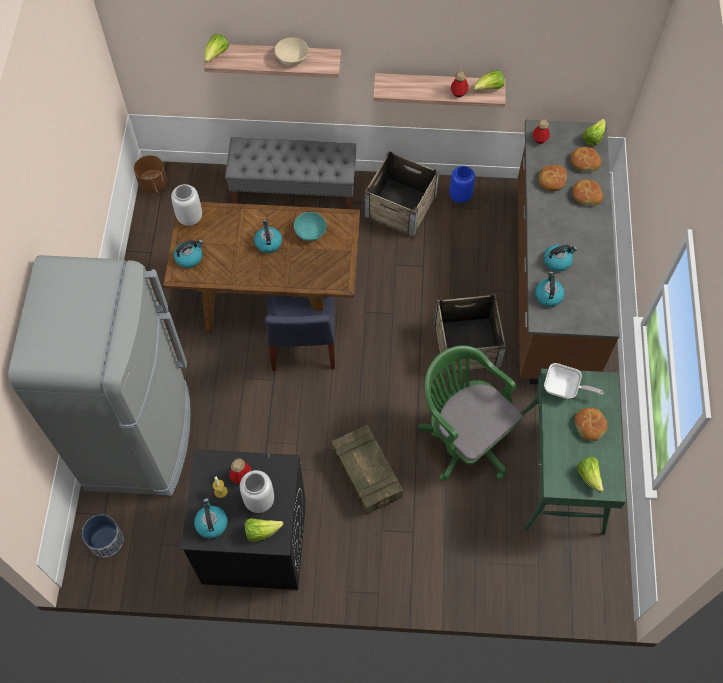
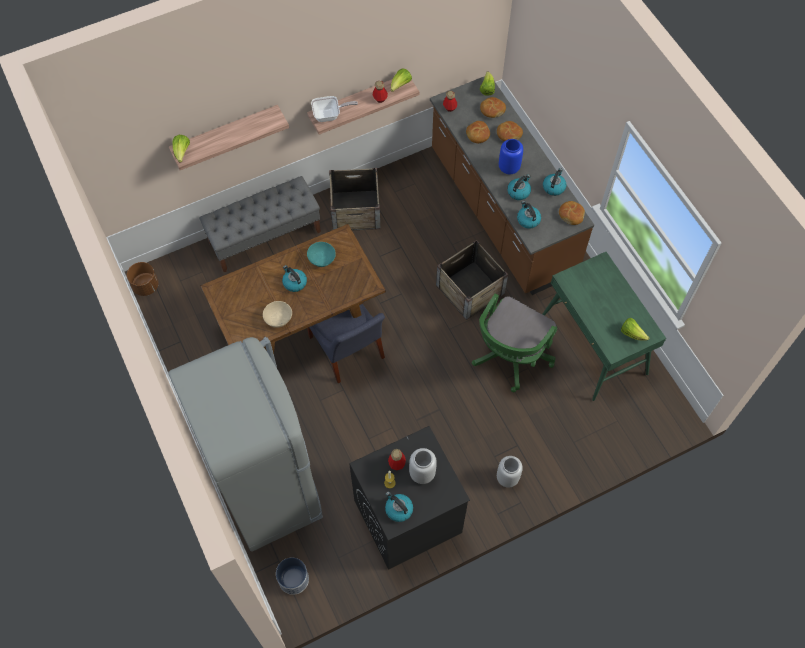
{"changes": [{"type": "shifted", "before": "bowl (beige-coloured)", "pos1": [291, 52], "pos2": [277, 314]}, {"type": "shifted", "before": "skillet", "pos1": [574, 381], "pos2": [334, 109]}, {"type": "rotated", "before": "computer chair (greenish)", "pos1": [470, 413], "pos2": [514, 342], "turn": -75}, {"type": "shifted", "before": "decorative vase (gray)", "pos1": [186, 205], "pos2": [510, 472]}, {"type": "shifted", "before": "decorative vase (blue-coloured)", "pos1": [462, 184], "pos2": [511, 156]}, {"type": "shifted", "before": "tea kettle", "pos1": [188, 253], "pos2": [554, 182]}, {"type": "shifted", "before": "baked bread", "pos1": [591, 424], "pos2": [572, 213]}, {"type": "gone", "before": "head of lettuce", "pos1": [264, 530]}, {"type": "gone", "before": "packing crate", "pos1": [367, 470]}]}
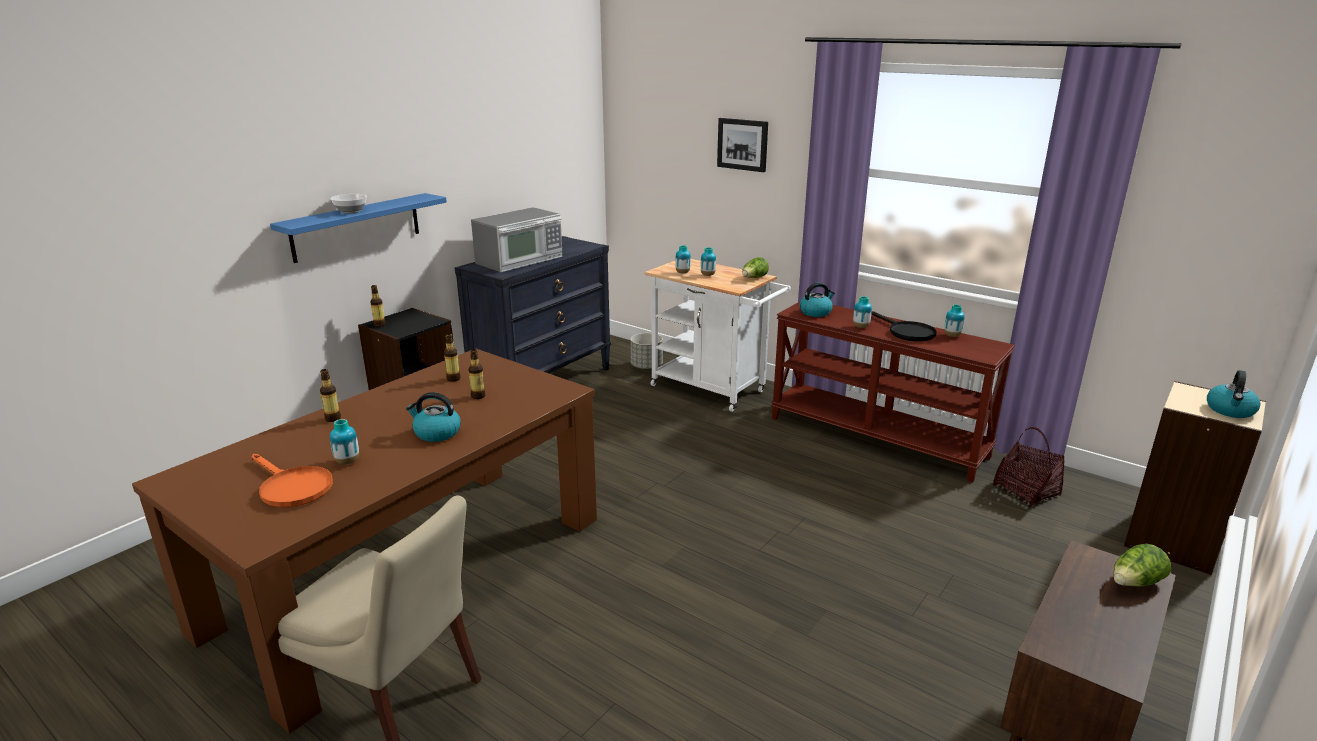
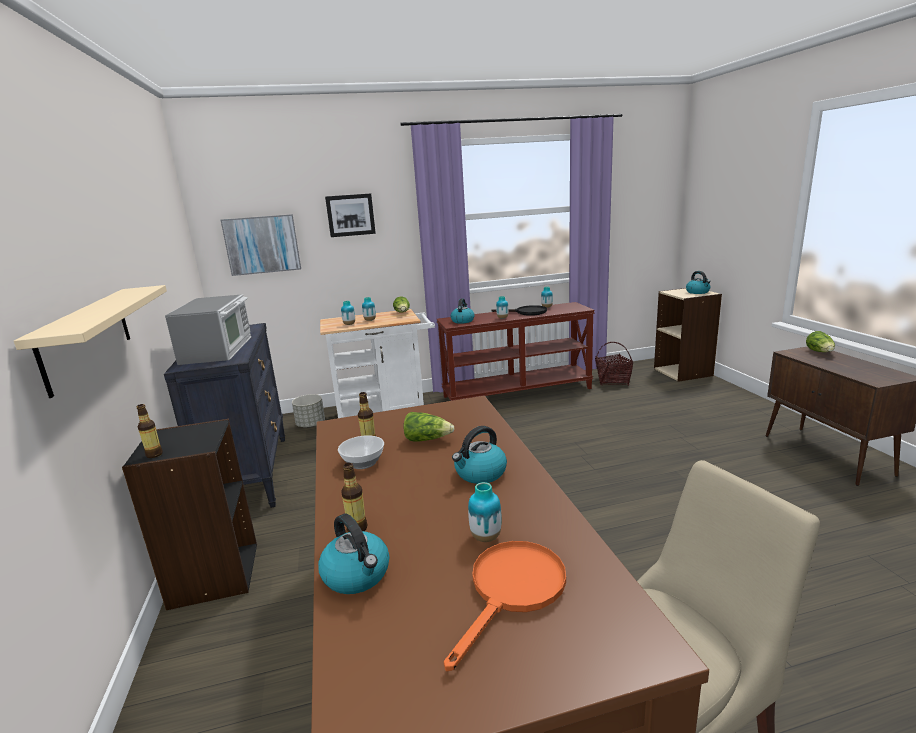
{"changes": [{"type": "repainted", "before": "bracket shelf (blue-coloured)", "after": "bracket shelf (beige-coloured)", "pos1": [358, 228], "pos2": [90, 341]}, {"type": "new", "after": "wall picture", "pos2": [261, 245]}, {"type": "new", "after": "tea kettle", "pos2": [353, 554]}, {"type": "shifted", "before": "bowl", "pos1": [349, 204], "pos2": [361, 452]}, {"type": "swapped", "before": "drink bottle", "after": "head of lettuce", "pos1": [476, 374], "pos2": [429, 427]}, {"type": "rotated", "before": "skillet (orange)", "pos1": [292, 481], "pos2": [505, 606], "turn": -45}]}
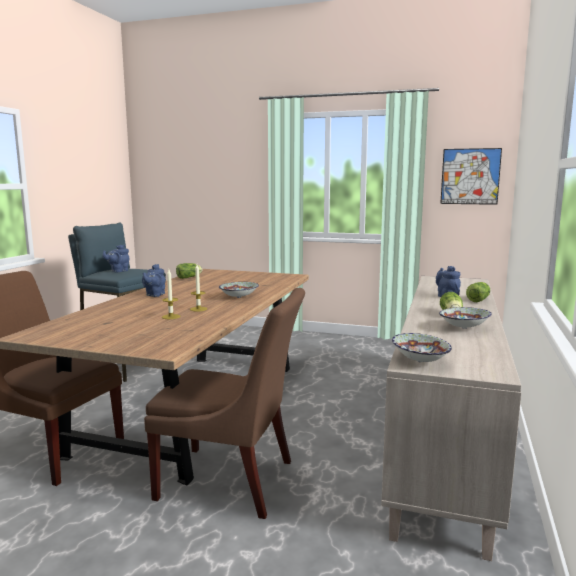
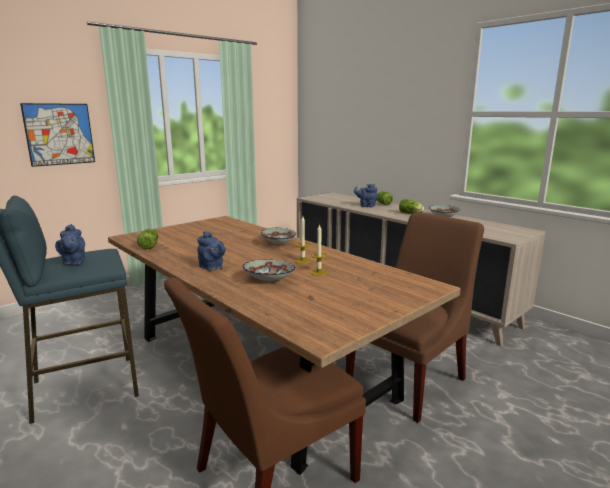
{"changes": [{"type": "shifted", "before": "wall picture", "pos1": [471, 176], "pos2": [57, 135]}, {"type": "shifted", "before": "bowl", "pos1": [422, 347], "pos2": [268, 270]}]}
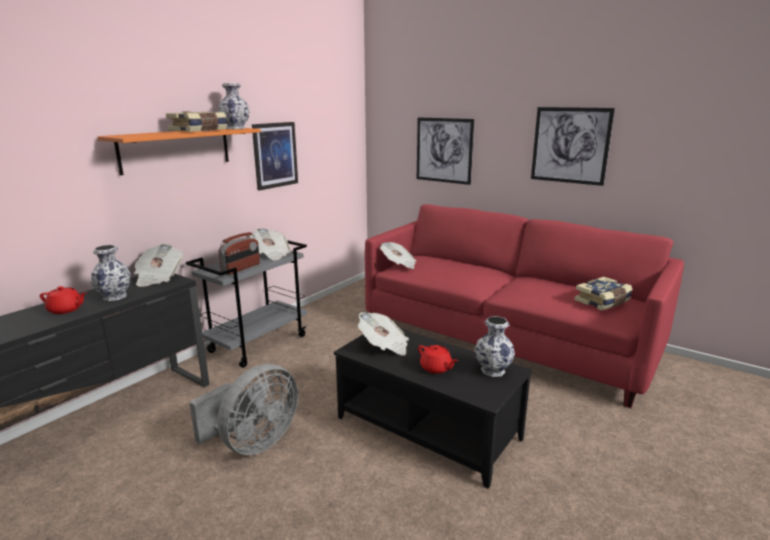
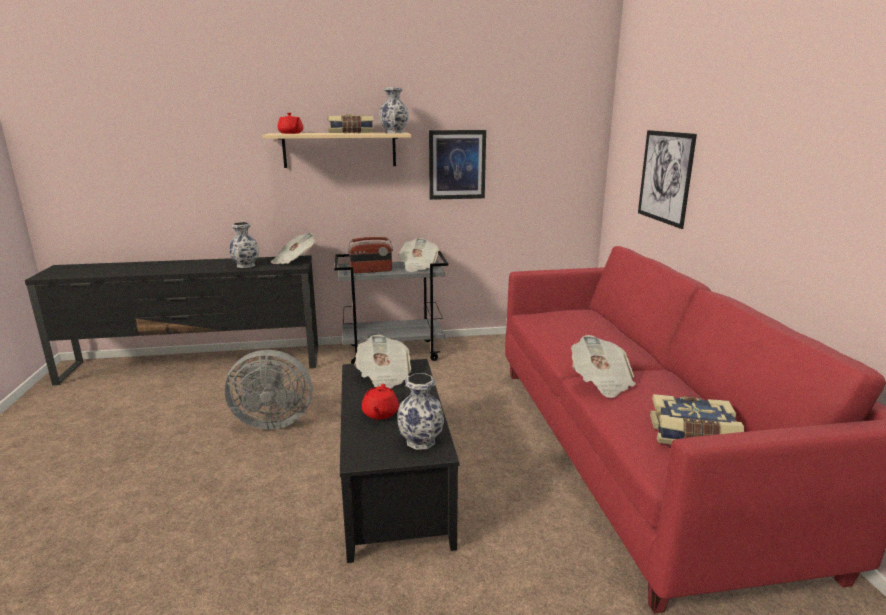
{"changes": [{"type": "repainted", "before": "bracket shelf (orange)", "after": "bracket shelf (beige-coloured)", "pos1": [179, 151], "pos2": [337, 150]}, {"type": "shifted", "before": "tea pot (red-coloured)", "pos1": [63, 300], "pos2": [290, 123]}, {"type": "shifted", "before": "printed paper", "pos1": [398, 255], "pos2": [603, 366]}, {"type": "gone", "before": "wall picture", "pos1": [573, 146]}]}
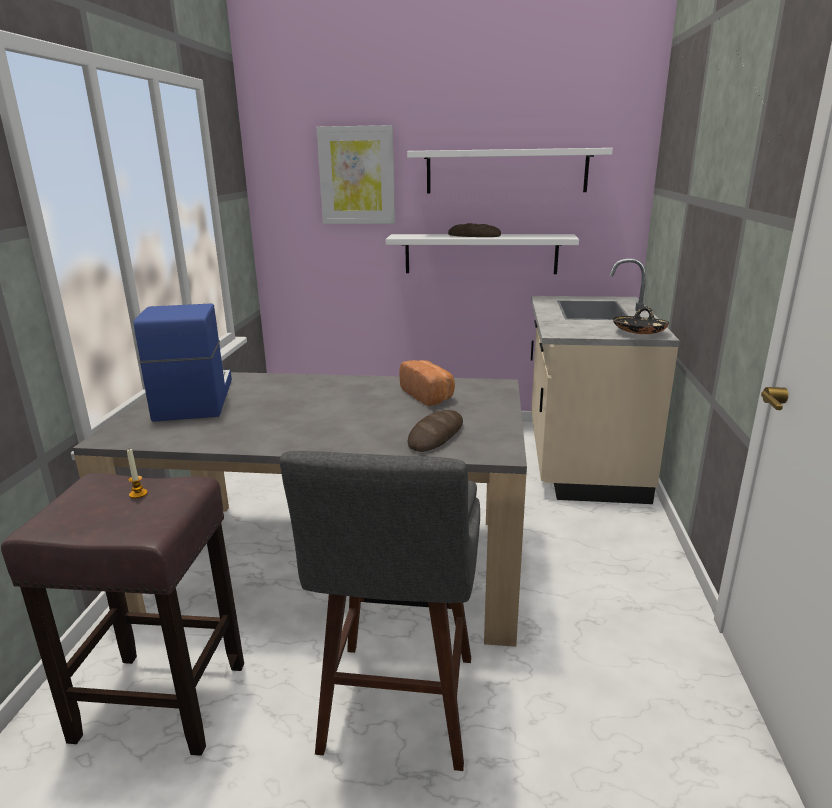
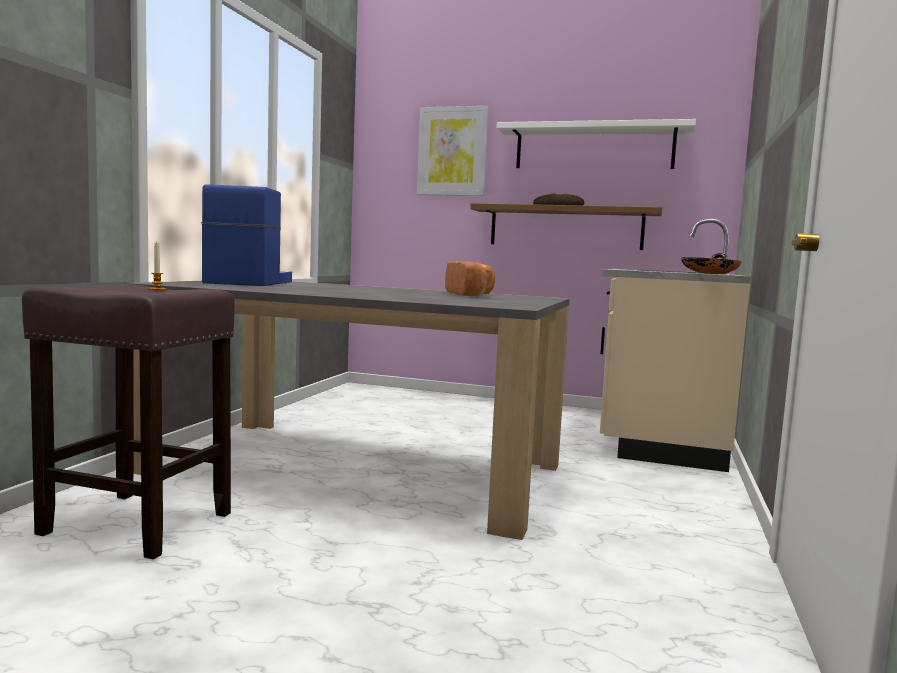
{"changes": [{"type": "repainted", "before": "bracket shelf (white)", "after": "bracket shelf (brown-coloured)", "pos1": [482, 254], "pos2": [566, 226]}, {"type": "gone", "before": "stool seat (gray)", "pos1": [380, 611]}, {"type": "gone", "before": "baked bread", "pos1": [435, 431]}]}
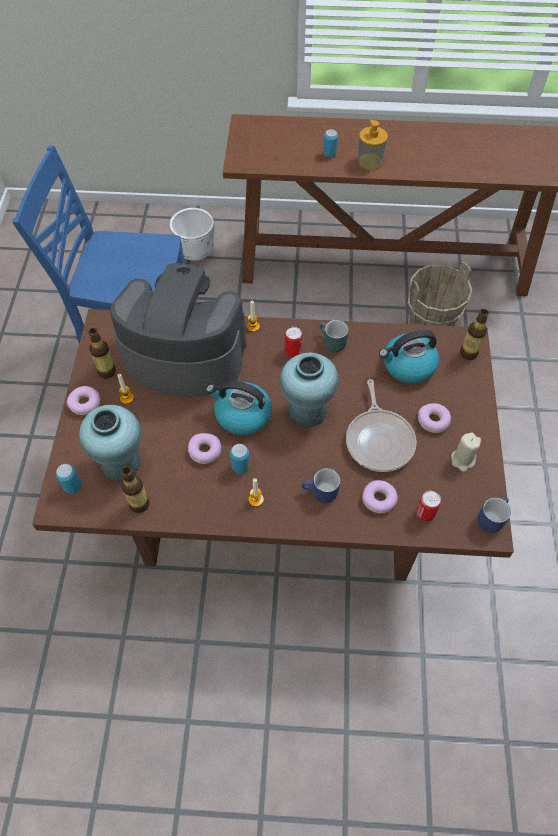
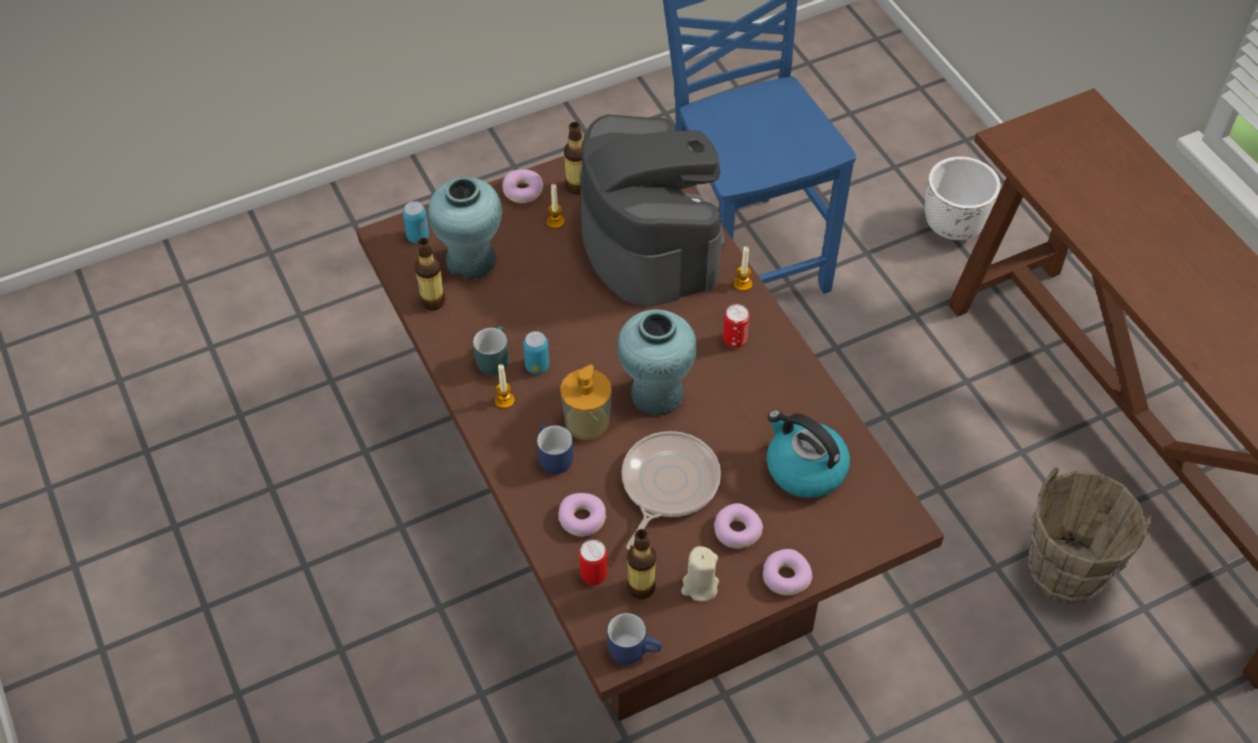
{"changes": [{"type": "shifted", "before": "coffee mug (blue-green)", "pos1": [334, 336], "pos2": [491, 350]}, {"type": "shifted", "before": "soap dispenser", "pos1": [373, 145], "pos2": [586, 402]}, {"type": "rotated", "before": "skillet", "pos1": [381, 425], "pos2": [671, 490], "turn": 150}, {"type": "shifted", "before": "drink bottle", "pos1": [474, 334], "pos2": [641, 564]}, {"type": "shifted", "before": "ring doughnut", "pos1": [204, 448], "pos2": [787, 572]}, {"type": "gone", "before": "tea kettle", "pos1": [239, 408]}, {"type": "gone", "before": "metal can", "pos1": [330, 143]}]}
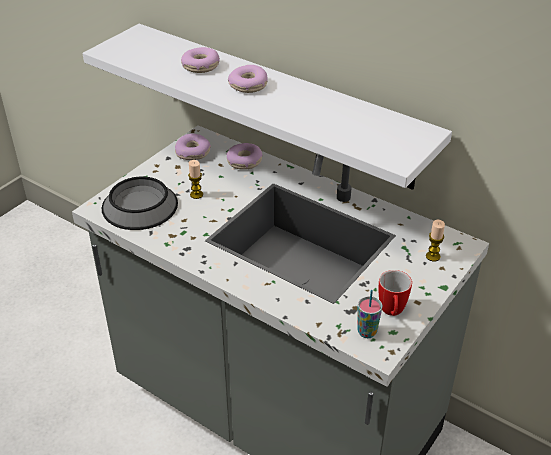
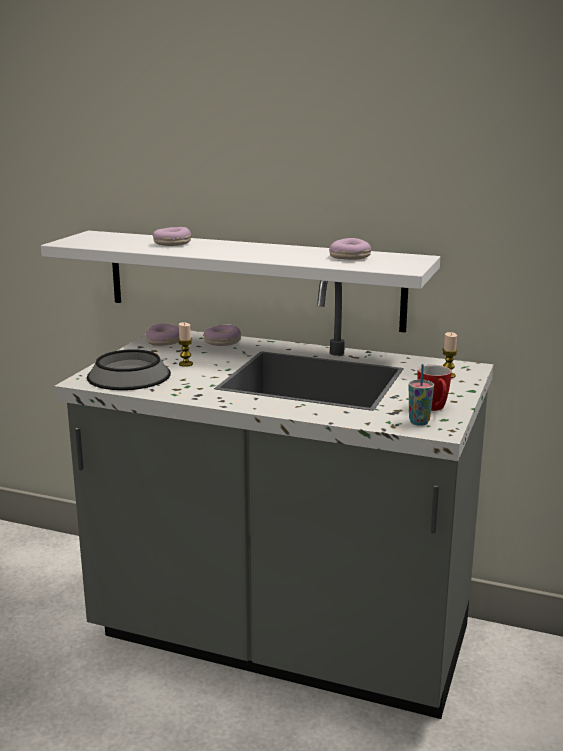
{"changes": [{"type": "shifted", "before": "ring doughnut", "pos1": [248, 79], "pos2": [350, 249]}]}
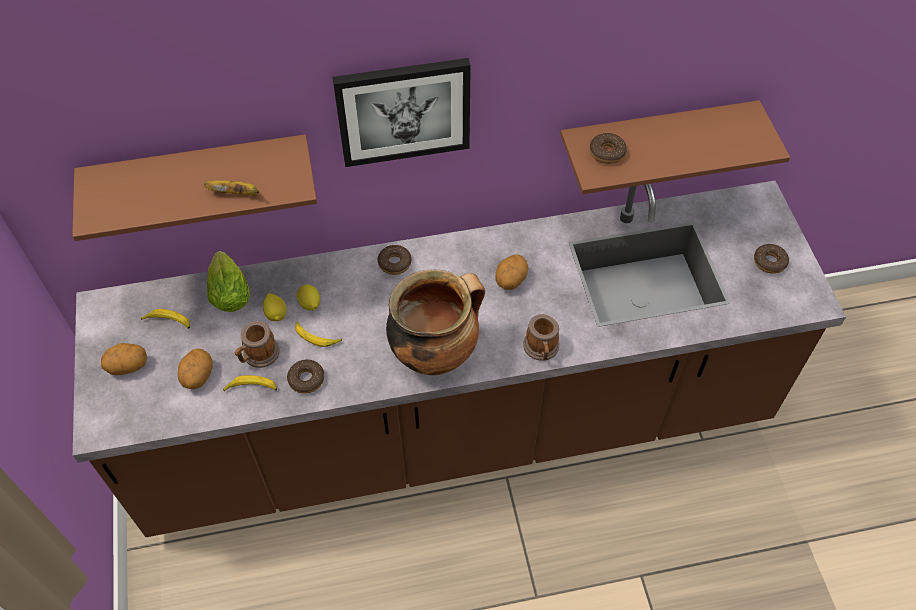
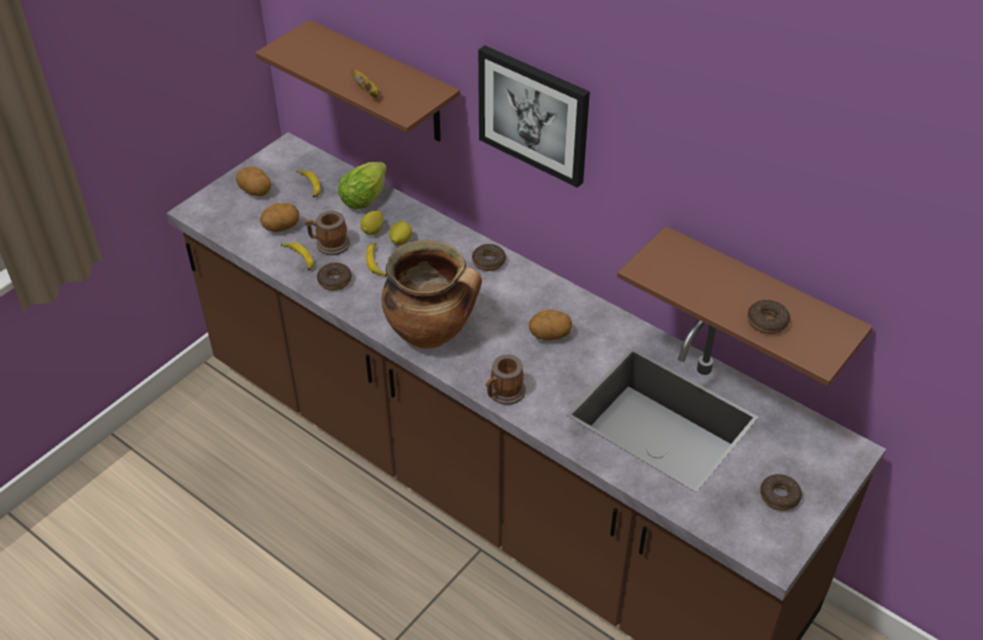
{"changes": [{"type": "shifted", "before": "ring doughnut", "pos1": [608, 148], "pos2": [768, 317]}]}
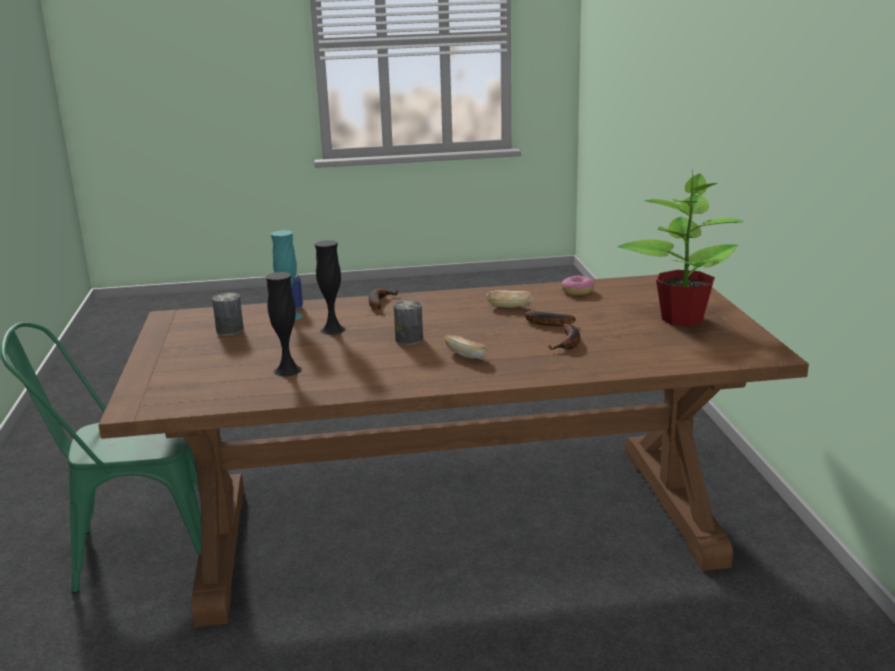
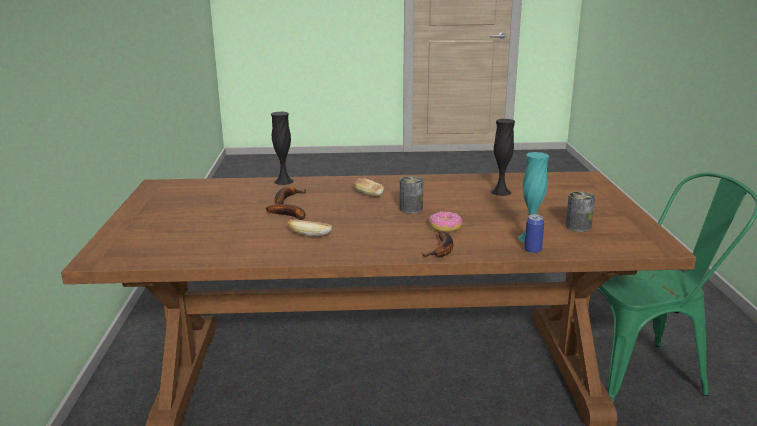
{"changes": [{"type": "shifted", "before": "decorative vase (blackish)", "pos1": [330, 287], "pos2": [282, 148]}, {"type": "shifted", "before": "ring doughnut", "pos1": [578, 285], "pos2": [445, 222]}, {"type": "gone", "before": "potted plant", "pos1": [681, 248]}]}
